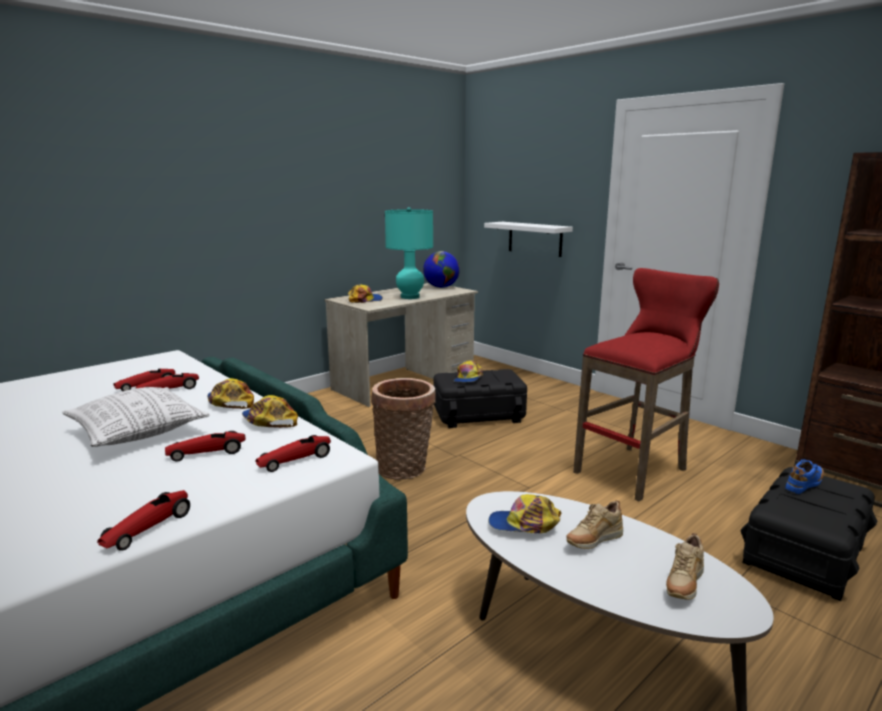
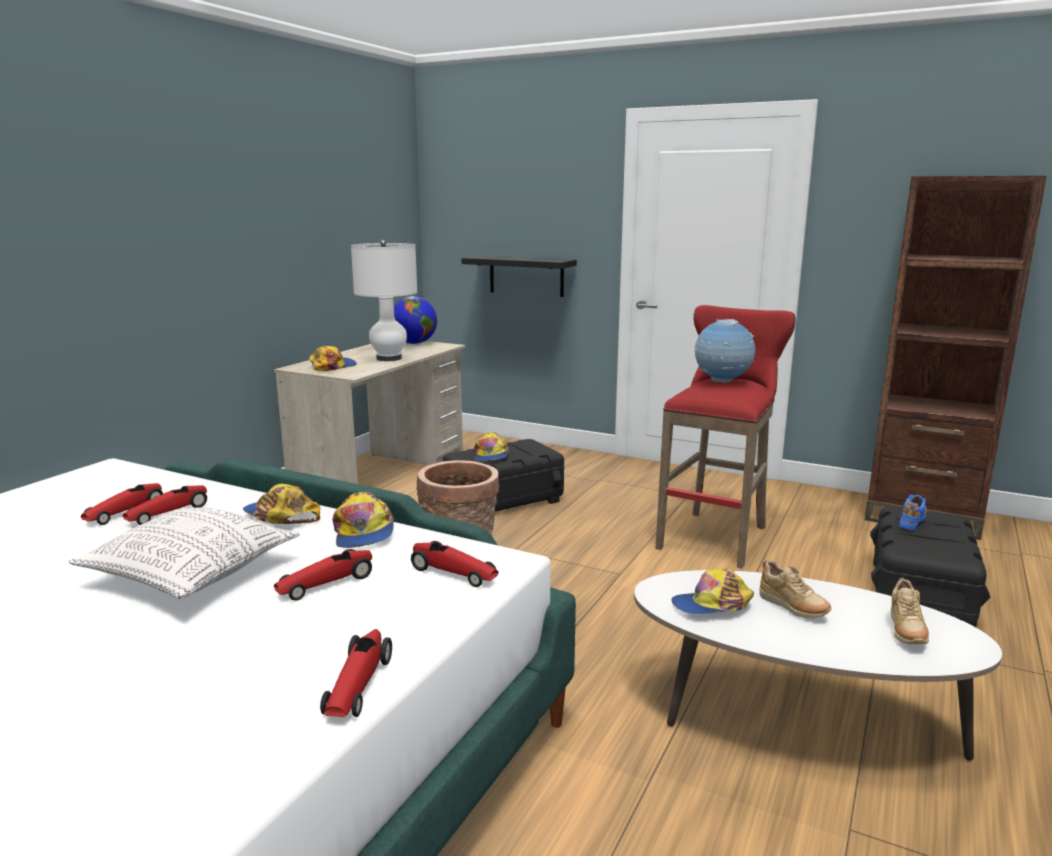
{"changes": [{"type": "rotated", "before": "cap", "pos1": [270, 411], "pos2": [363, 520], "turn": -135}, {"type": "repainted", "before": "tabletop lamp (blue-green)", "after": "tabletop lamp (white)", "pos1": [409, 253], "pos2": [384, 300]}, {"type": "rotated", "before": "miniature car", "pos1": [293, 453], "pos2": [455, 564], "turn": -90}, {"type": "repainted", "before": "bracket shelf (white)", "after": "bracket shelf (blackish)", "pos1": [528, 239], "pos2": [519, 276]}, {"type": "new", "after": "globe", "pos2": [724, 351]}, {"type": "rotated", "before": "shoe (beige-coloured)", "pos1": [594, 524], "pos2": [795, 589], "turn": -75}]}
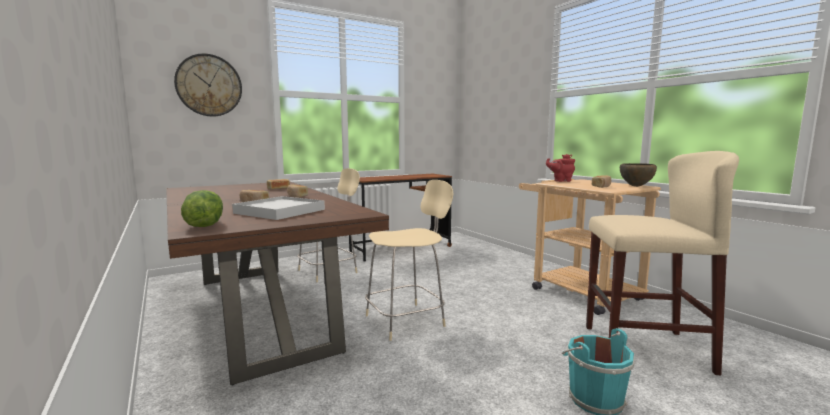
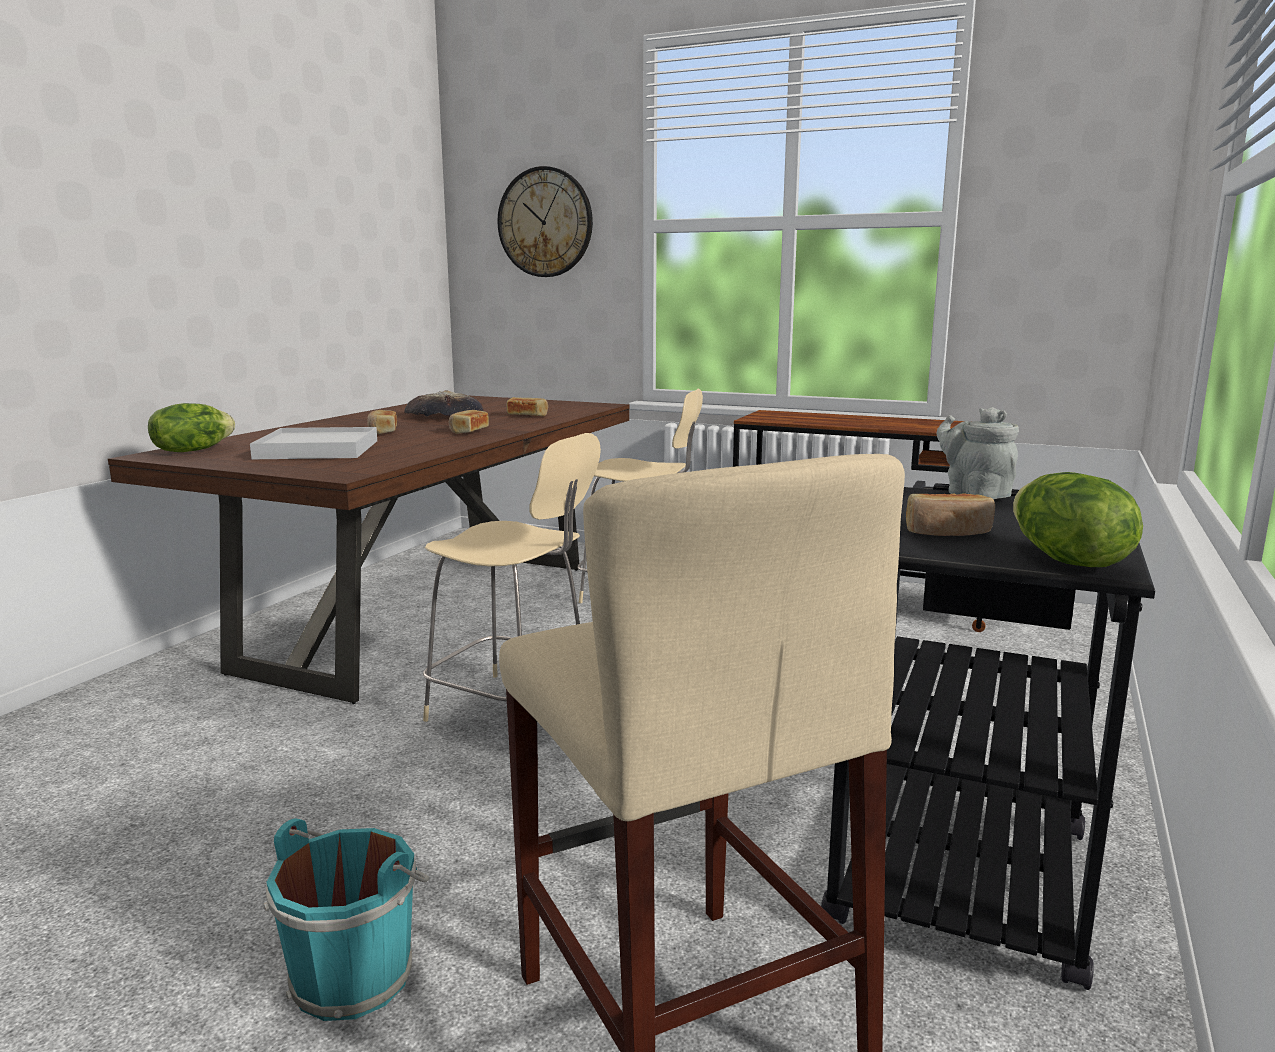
{"changes": [{"type": "new", "after": "baked bread", "pos2": [444, 403]}, {"type": "repainted", "before": "wheeled cart (beige-coloured)", "after": "wheeled cart (blackish)", "pos1": [590, 247], "pos2": [988, 735]}, {"type": "repainted", "before": "tea pot (red-coloured)", "after": "tea pot (gray)", "pos1": [560, 168], "pos2": [978, 453]}, {"type": "swapped", "before": "bowl (brown-coloured)", "after": "head of lettuce", "pos1": [638, 175], "pos2": [1078, 519]}]}
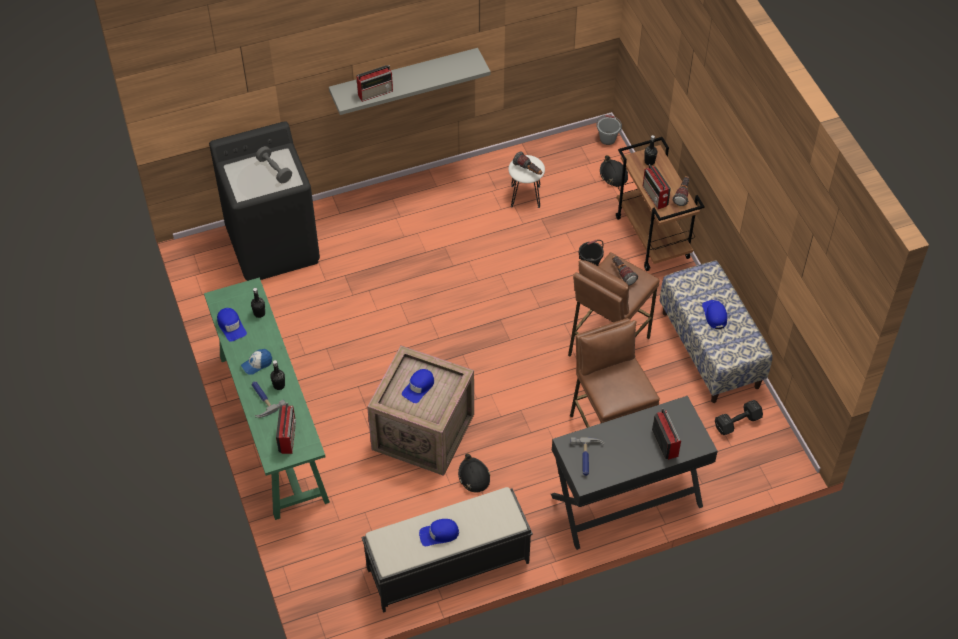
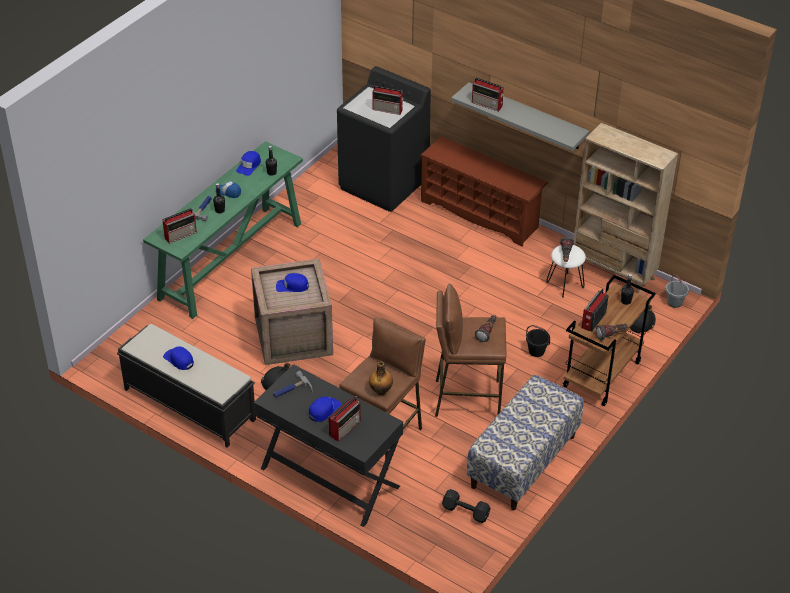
{"changes": [{"type": "shifted", "before": "cap (blue-coloured)", "pos1": [714, 314], "pos2": [325, 409]}, {"type": "new", "after": "drink bottle", "pos2": [381, 378]}, {"type": "swapped", "before": "hand weight (gray)", "after": "radio receiver", "pos1": [274, 164], "pos2": [388, 100]}, {"type": "new", "after": "shoe rack (brown-coloured)", "pos2": [484, 192]}, {"type": "new", "after": "bookcase (beige-coloured)", "pos2": [625, 209]}]}
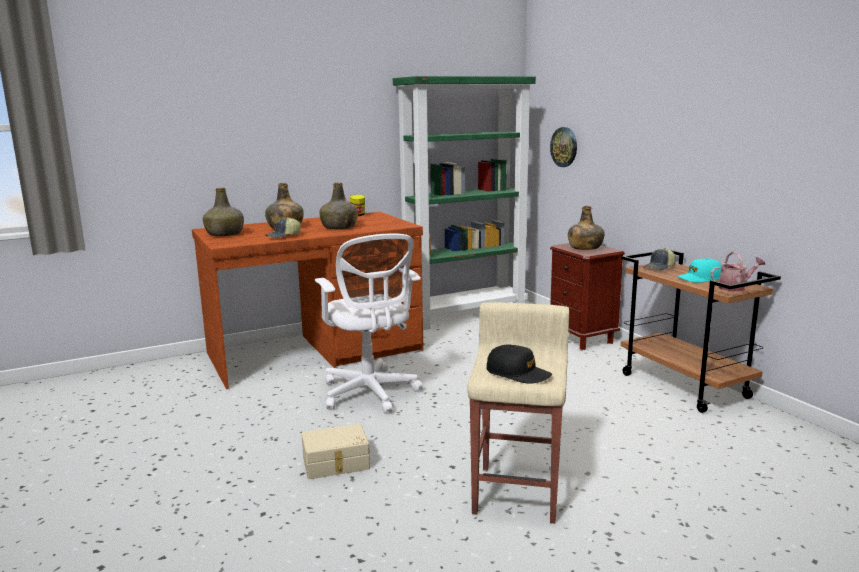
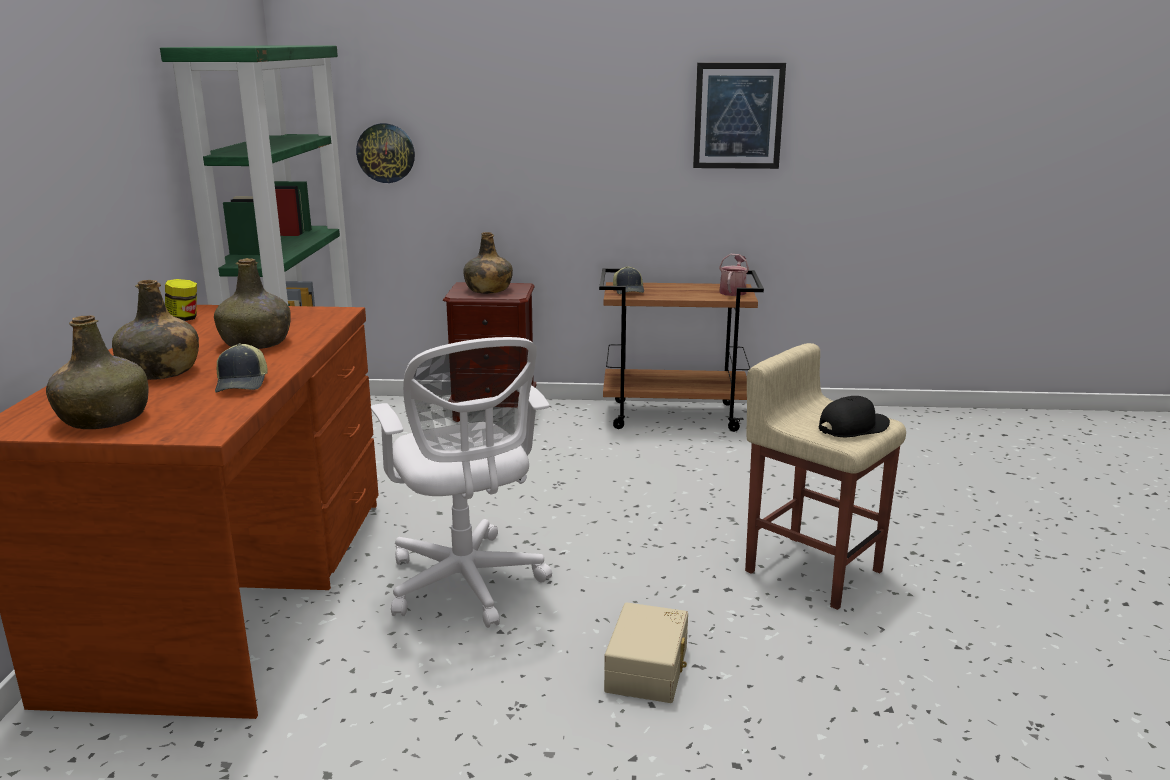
{"changes": [{"type": "rotated", "before": "computer chair (white)", "pos1": [369, 324], "pos2": [461, 482], "turn": 60}, {"type": "new", "after": "wall picture", "pos2": [739, 116]}, {"type": "gone", "before": "cap (blue-green)", "pos1": [699, 270]}]}
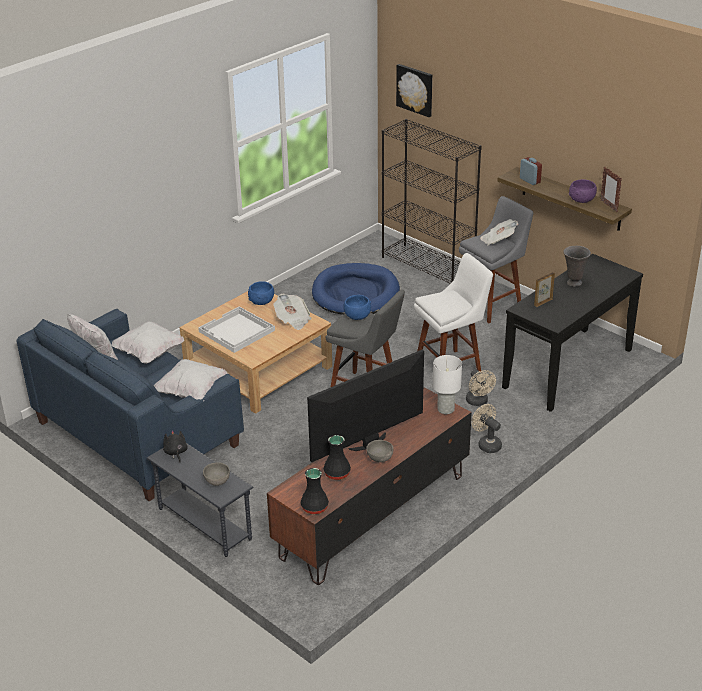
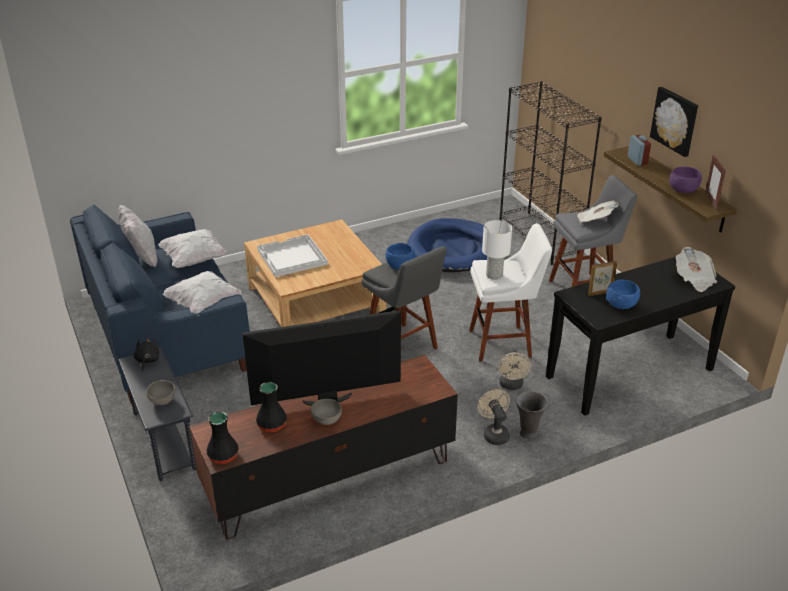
{"changes": [{"type": "shifted", "before": "tabletop lamp (white)", "pos1": [447, 384], "pos2": [497, 250]}, {"type": "shifted", "before": "decorative vase (gray)", "pos1": [577, 266], "pos2": [531, 415]}, {"type": "shifted", "before": "bowl (blue-coloured)", "pos1": [261, 293], "pos2": [623, 294]}, {"type": "shifted", "before": "wall picture", "pos1": [414, 90], "pos2": [674, 122]}, {"type": "shifted", "before": "printed paper", "pos1": [292, 311], "pos2": [696, 269]}]}
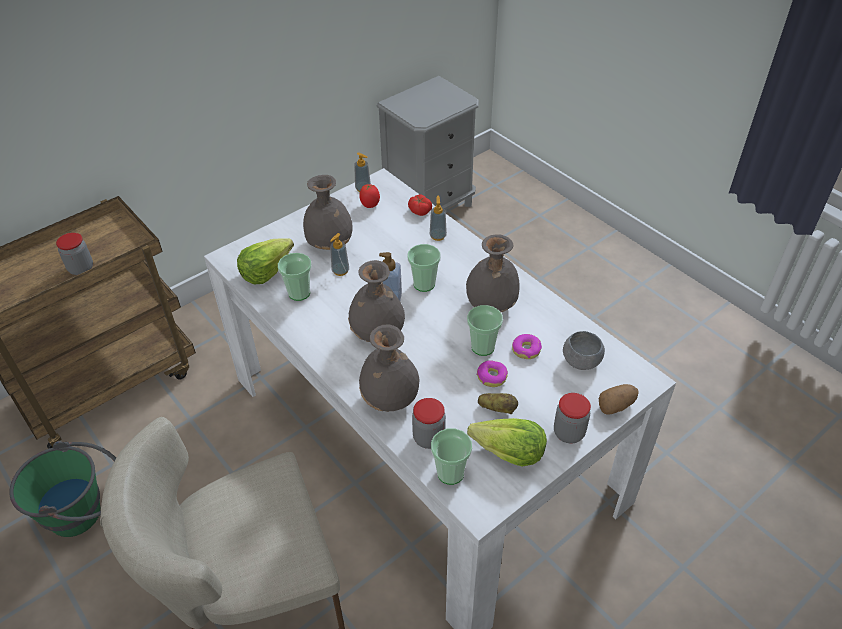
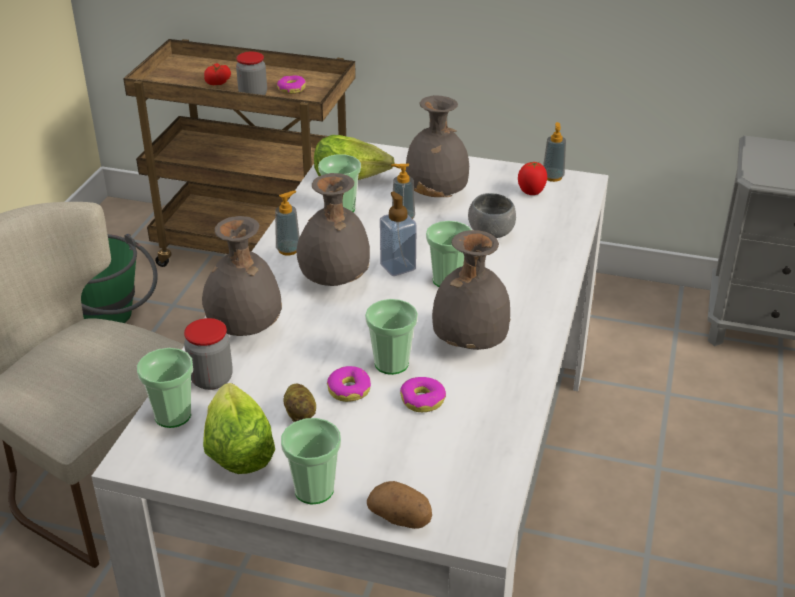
{"changes": [{"type": "shifted", "before": "whole tomato", "pos1": [420, 205], "pos2": [217, 74]}, {"type": "shifted", "before": "soap dispenser", "pos1": [438, 218], "pos2": [287, 223]}, {"type": "new", "after": "ring doughnut", "pos2": [291, 84]}, {"type": "swapped", "before": "storage jar", "after": "cup", "pos1": [572, 418], "pos2": [311, 461]}, {"type": "shifted", "before": "bowl (gray)", "pos1": [584, 350], "pos2": [492, 215]}]}
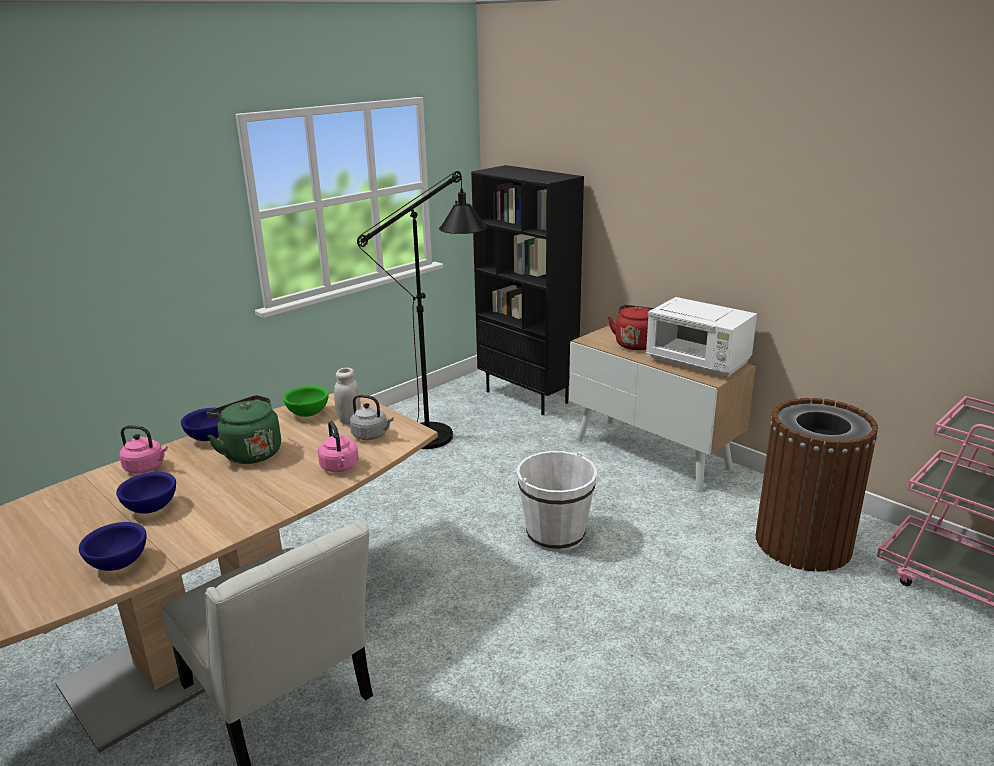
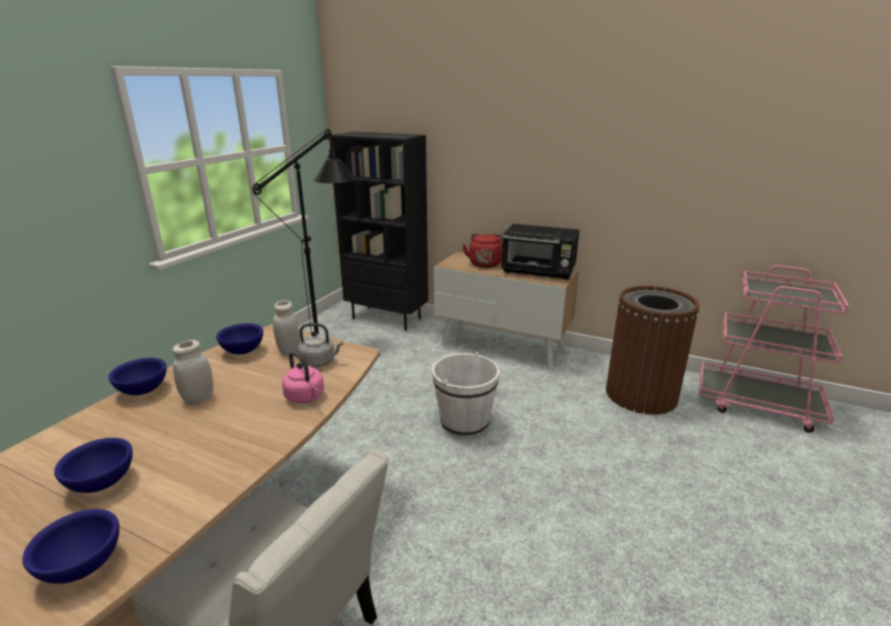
{"changes": [{"type": "swapped", "before": "tea kettle (greenish)", "after": "storage jar (white)", "pos1": [243, 429], "pos2": [192, 372]}, {"type": "repainted", "before": "bowl (greenish)", "after": "bowl (blue-coloured)", "pos1": [306, 401], "pos2": [239, 338]}, {"type": "repainted", "before": "microwave (white)", "after": "microwave (blackish)", "pos1": [701, 337], "pos2": [540, 252]}, {"type": "gone", "before": "tea kettle (pinkish)", "pos1": [143, 449]}]}
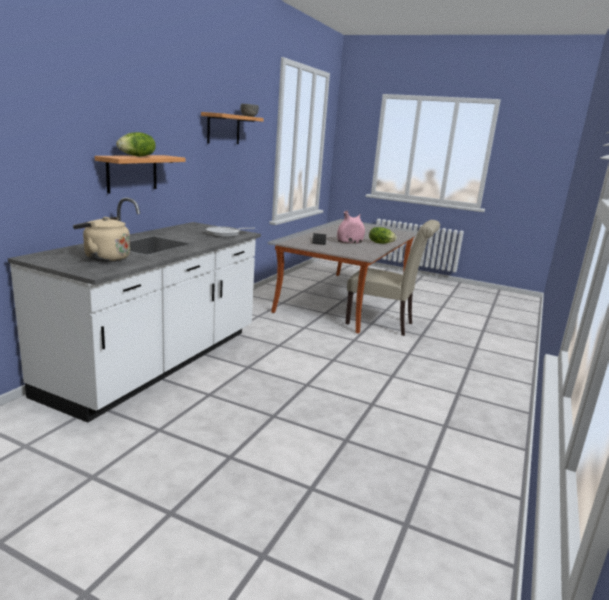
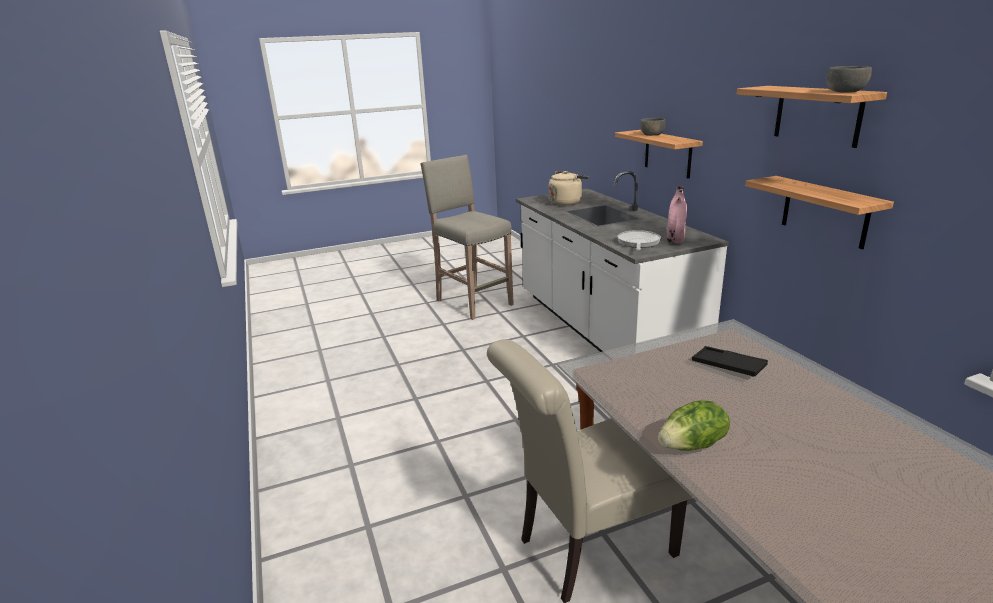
{"changes": [{"type": "new", "after": "stool seat (beige-coloured)", "pos2": [467, 237]}, {"type": "swapped", "before": "head of lettuce", "after": "bowl (gray)", "pos1": [136, 144], "pos2": [653, 127]}, {"type": "shifted", "before": "decorative vase (pinkish)", "pos1": [351, 227], "pos2": [677, 215]}, {"type": "new", "after": "bracket shelf", "pos2": [819, 212]}]}
